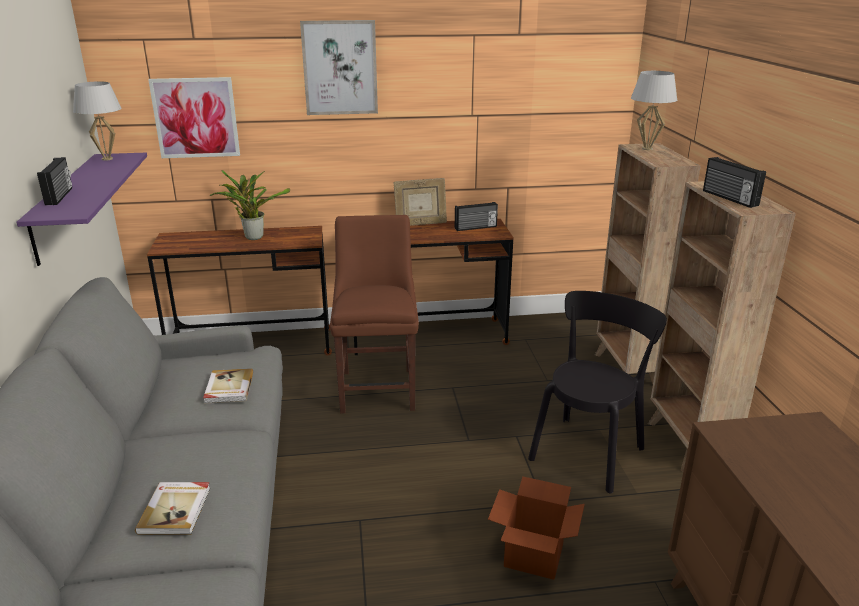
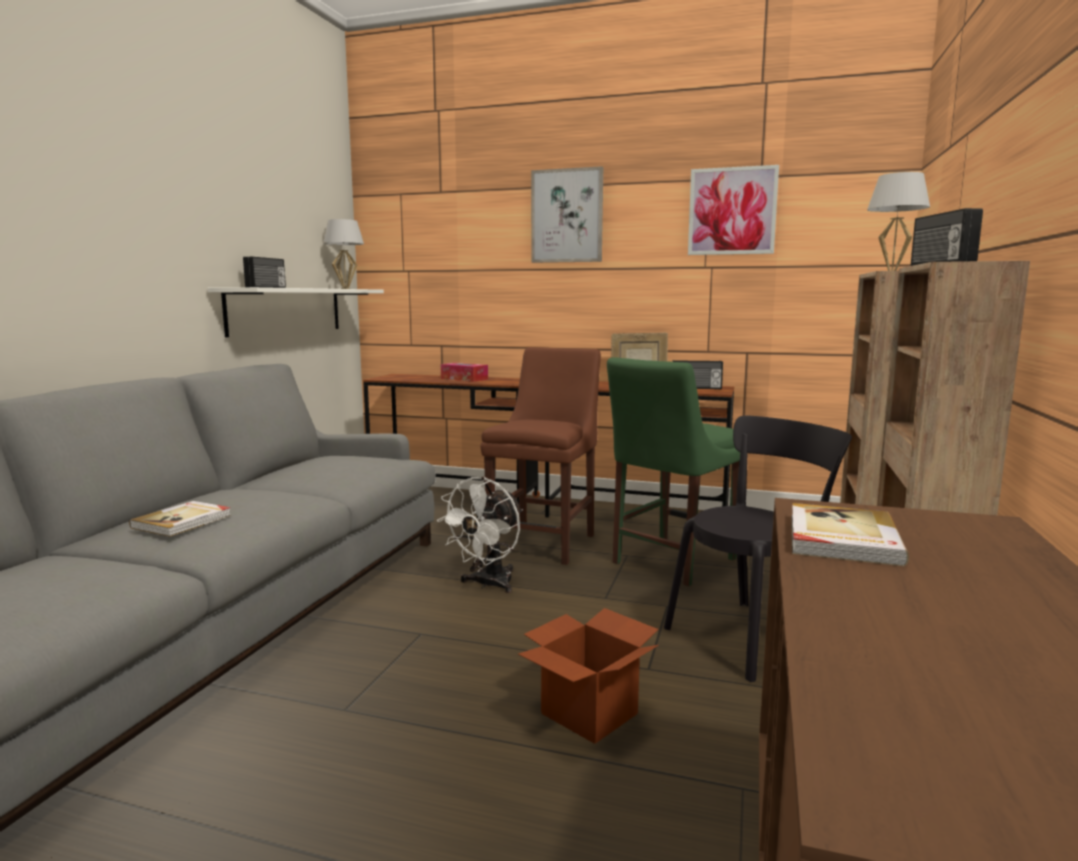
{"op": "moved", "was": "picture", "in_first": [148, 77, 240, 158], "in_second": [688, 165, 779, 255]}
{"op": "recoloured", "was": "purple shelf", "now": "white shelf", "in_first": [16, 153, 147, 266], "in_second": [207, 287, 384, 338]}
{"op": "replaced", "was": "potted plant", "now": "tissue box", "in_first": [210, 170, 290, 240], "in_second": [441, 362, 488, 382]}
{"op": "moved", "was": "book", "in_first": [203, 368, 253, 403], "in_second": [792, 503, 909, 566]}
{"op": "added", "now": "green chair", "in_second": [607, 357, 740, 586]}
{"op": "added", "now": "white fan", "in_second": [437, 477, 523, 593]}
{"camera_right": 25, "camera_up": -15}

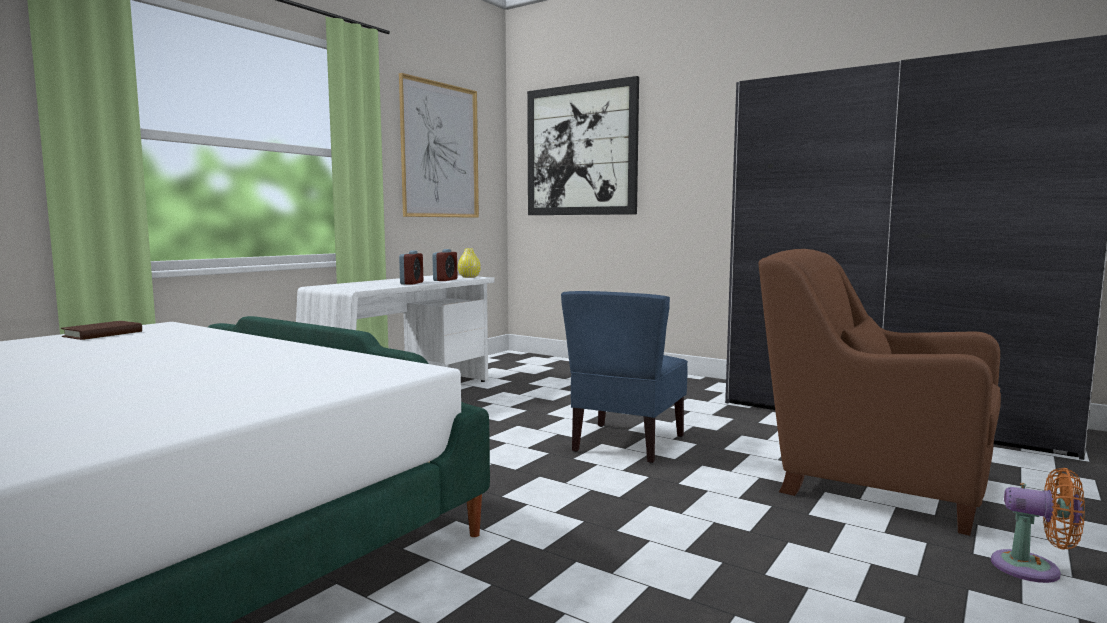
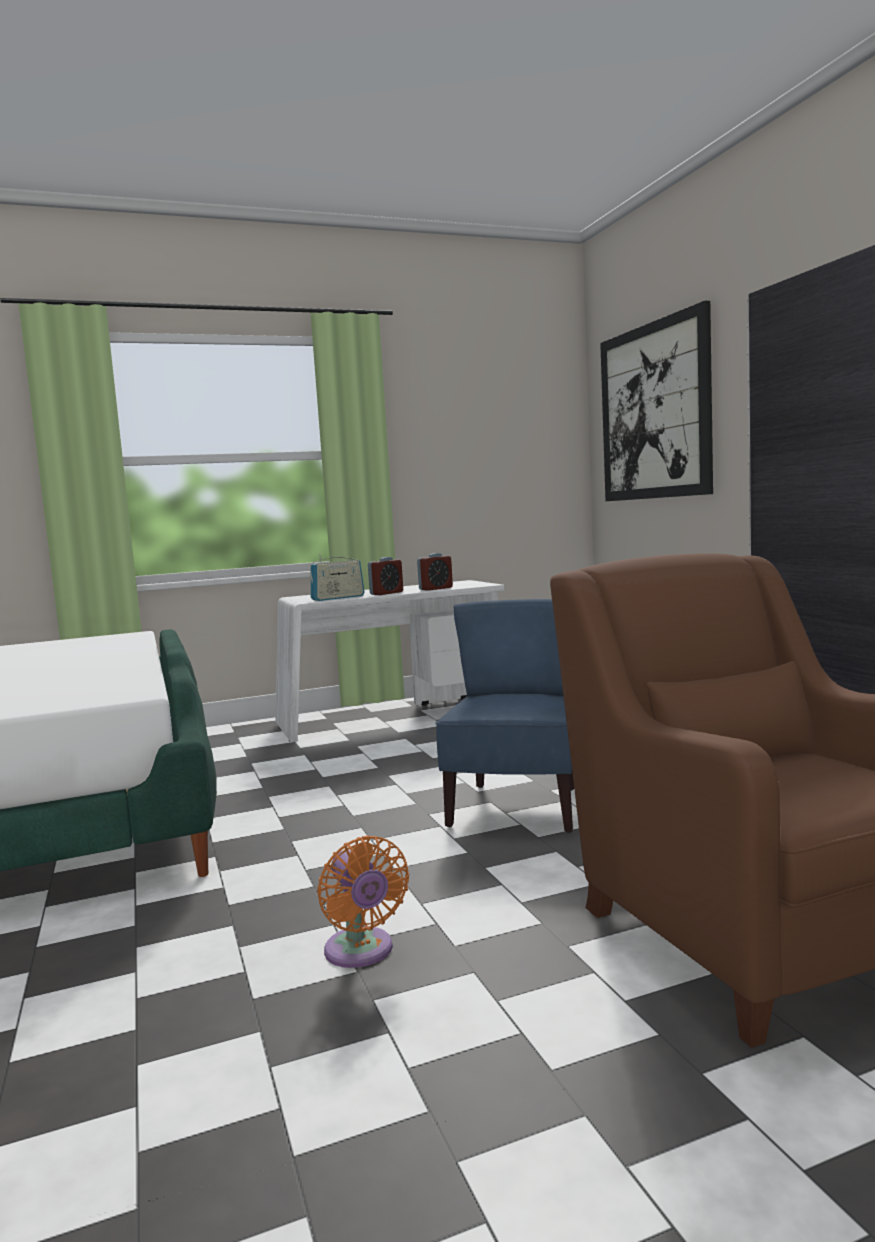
{"op": "removed", "was": "picture", "in_first": [399, 73, 479, 218]}
{"op": "removed", "was": "yellow vase", "in_first": [458, 248, 481, 278]}
{"op": "turned", "was": "blue chair", "in_first": [561, 291, 688, 463], "in_second": [435, 599, 574, 833], "clockwise": 135}
{"op": "removed", "was": "brown book", "in_first": [61, 321, 142, 340]}
{"op": "moved", "was": "orange fan", "in_first": [991, 468, 1085, 583], "in_second": [317, 835, 409, 968]}
{"op": "added", "now": "radio", "in_second": [310, 554, 365, 601]}
{"camera_right": 35, "camera_up": 0}

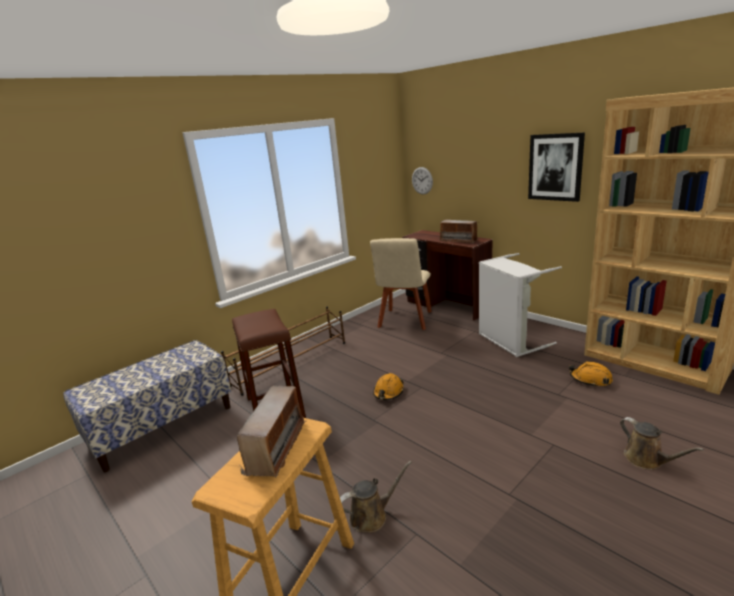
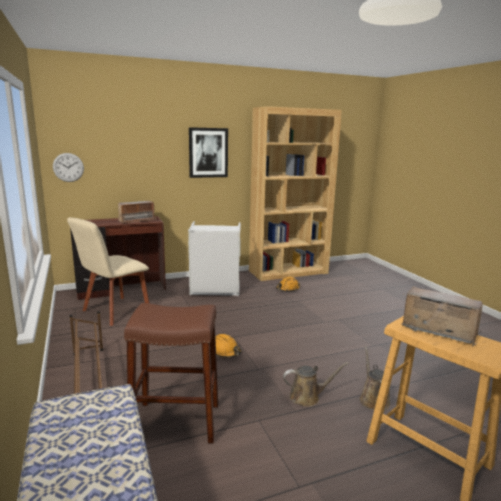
{"op": "turned", "was": "beige chair", "in_first": [370, 238, 432, 330], "in_second": [67, 217, 149, 326], "clockwise": 90}
{"op": "moved", "was": "brown watering can", "in_first": [620, 417, 704, 470], "in_second": [283, 362, 349, 407]}
{"camera_right": -70, "camera_up": -5}

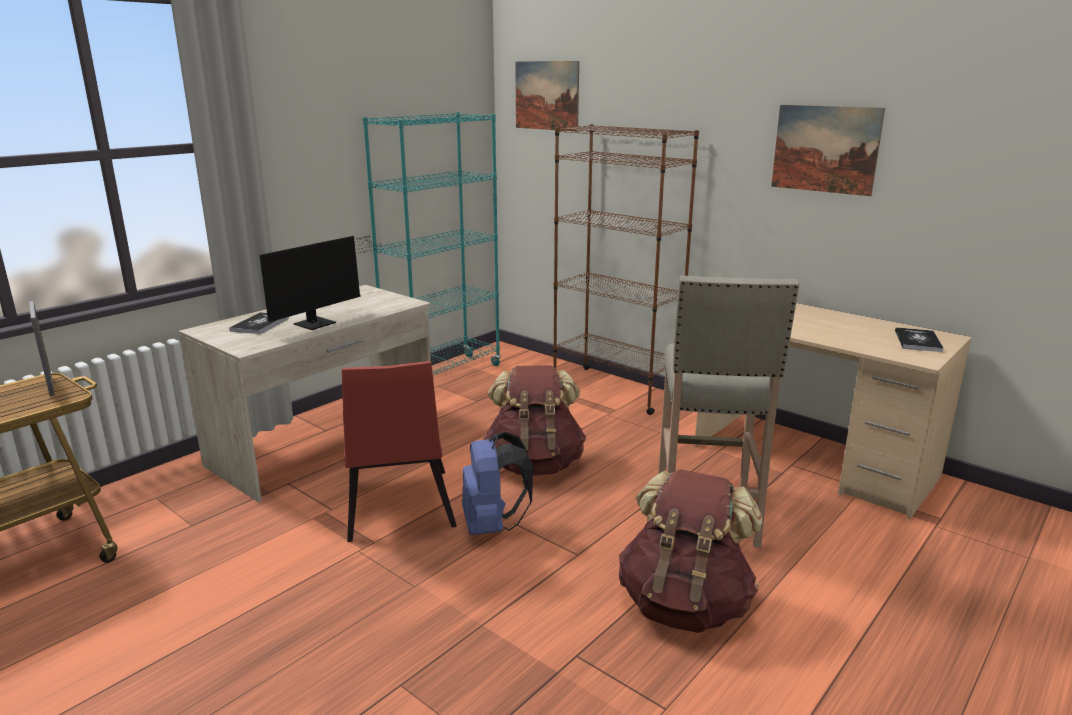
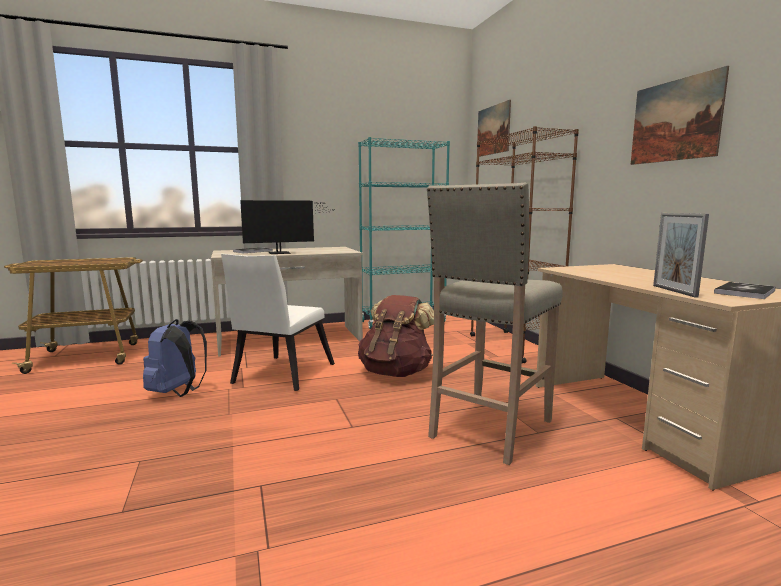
{"op": "moved", "was": "picture frame", "in_first": [29, 301, 54, 396], "in_second": [653, 213, 709, 298]}
{"op": "recoloured", "was": "red chair", "now": "white chair", "in_first": [342, 361, 457, 542], "in_second": [221, 254, 335, 391]}
{"op": "moved", "was": "blue backpack", "in_first": [462, 432, 533, 535], "in_second": [143, 319, 207, 397]}
{"op": "removed", "was": "brown backpack", "in_first": [619, 469, 762, 633]}
{"camera_right": 30, "camera_up": -10}

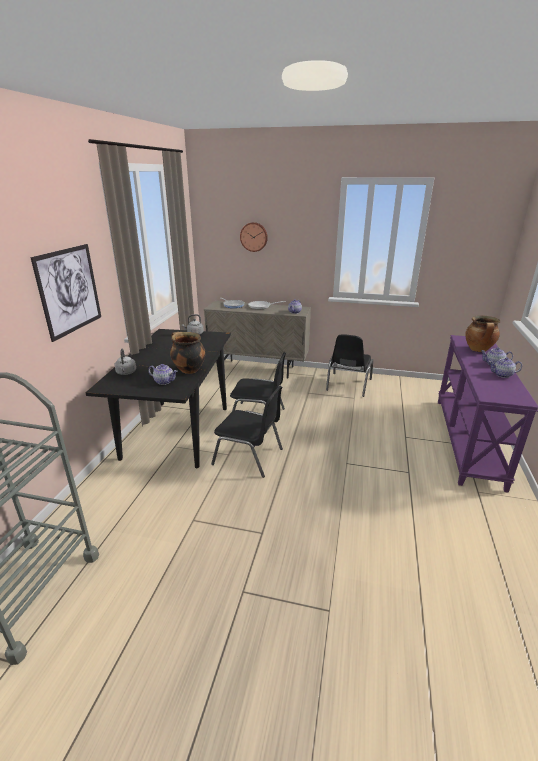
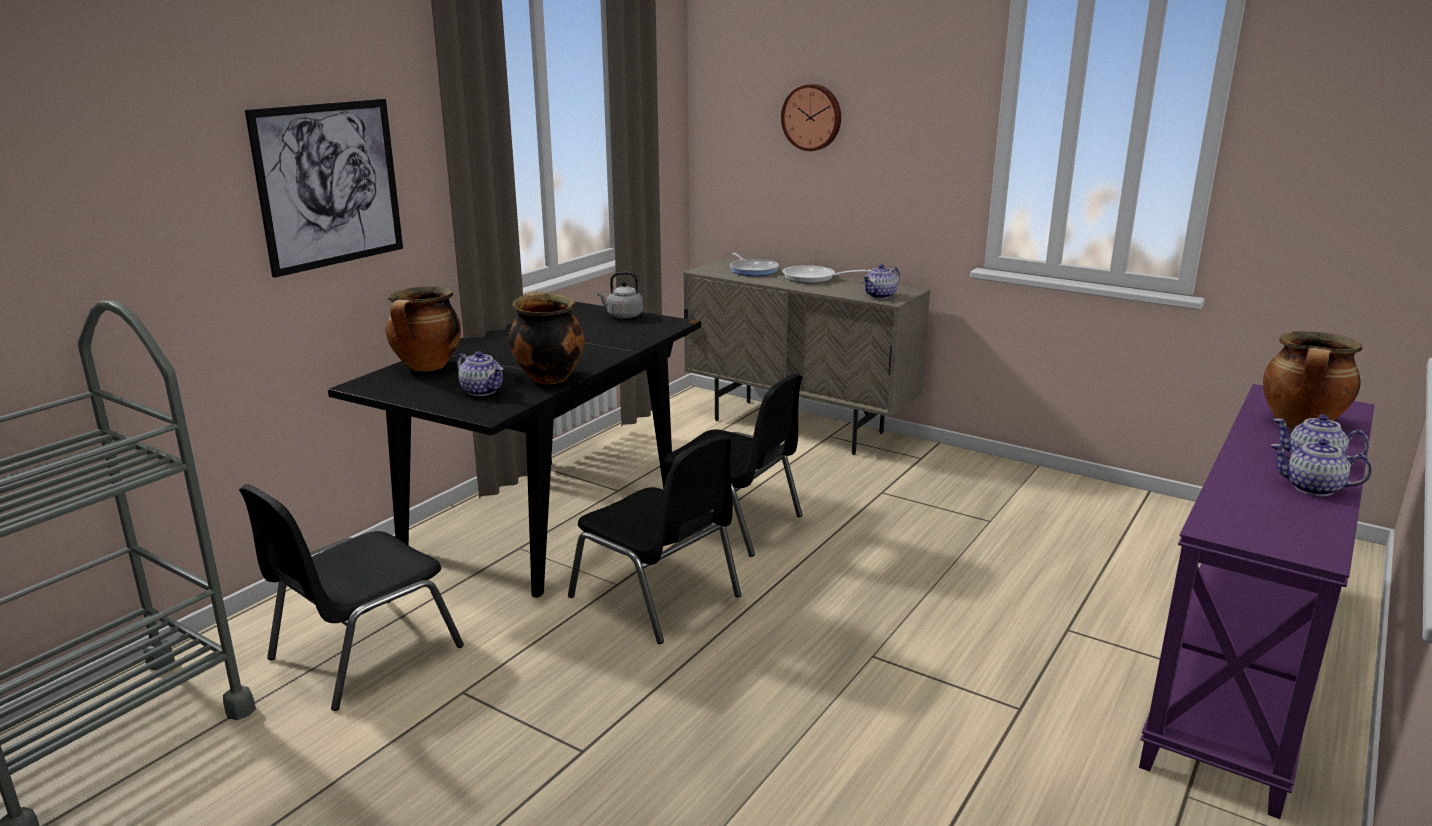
{"op": "moved", "was": "black chair", "in_first": [326, 334, 373, 397], "in_second": [239, 484, 464, 711]}
{"op": "replaced", "was": "grey kettle", "now": "cooking pot", "in_first": [114, 348, 136, 375], "in_second": [385, 286, 461, 372]}
{"camera_right": 20, "camera_up": -5}

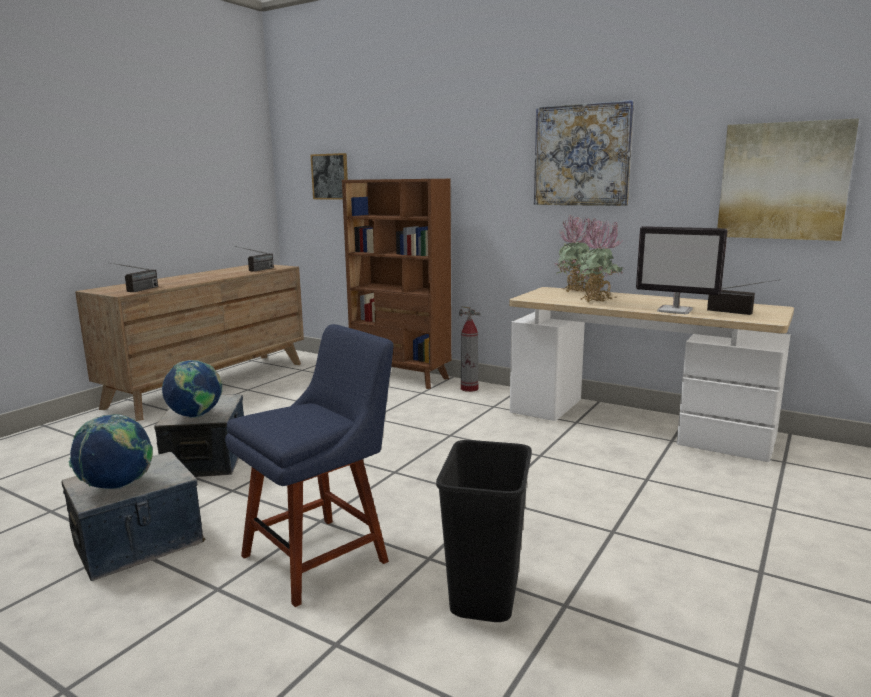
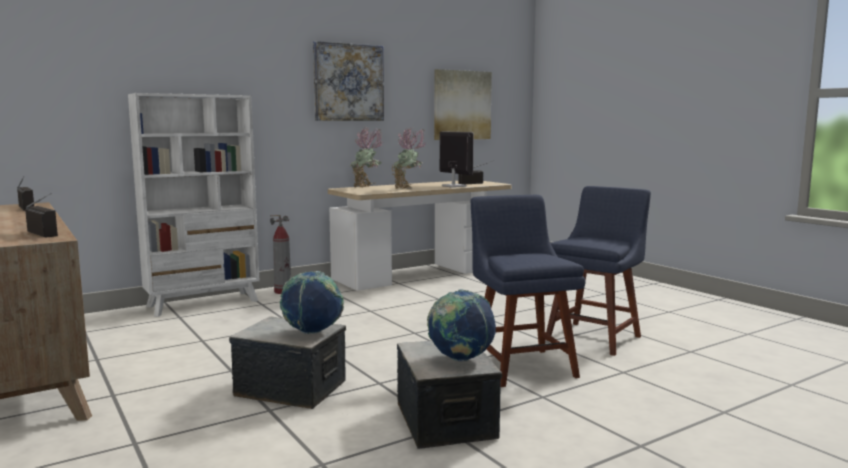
{"op": "removed", "was": "picture", "in_first": [311, 153, 348, 200]}
{"op": "recoloured", "was": "brown bookcase", "now": "white bookcase", "in_first": [342, 179, 451, 389], "in_second": [128, 93, 260, 317]}
{"op": "turned", "was": "monitor", "in_first": [636, 226, 728, 314], "in_second": [440, 131, 474, 188], "clockwise": -90}
{"op": "replaced", "was": "black trash can", "now": "blue chair", "in_first": [436, 440, 532, 622], "in_second": [545, 186, 651, 356]}
{"camera_right": -65, "camera_up": -5}

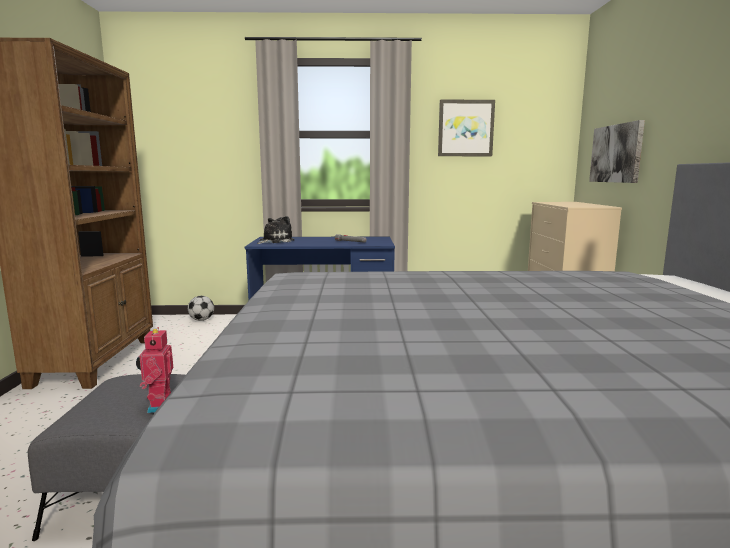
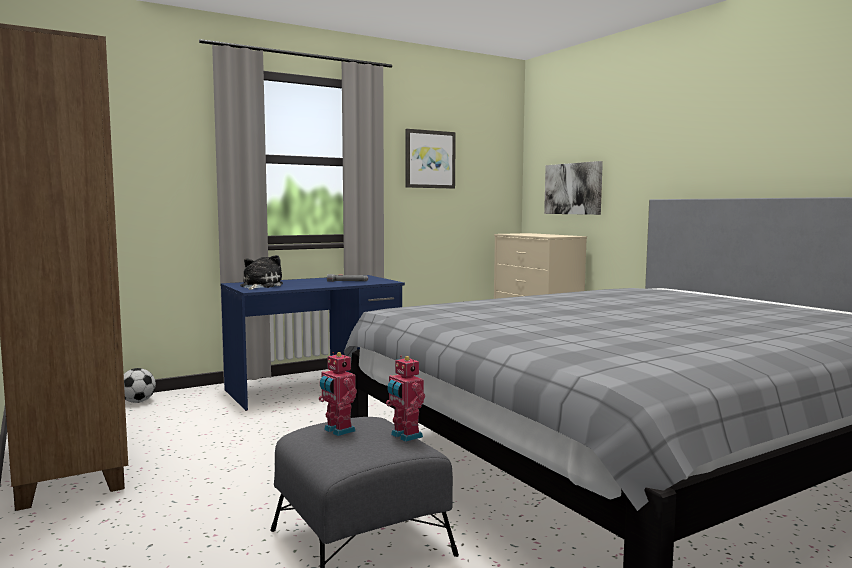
{"op": "added", "now": "toy robot", "in_second": [319, 352, 357, 436]}
{"camera_right": -30, "camera_up": -5}

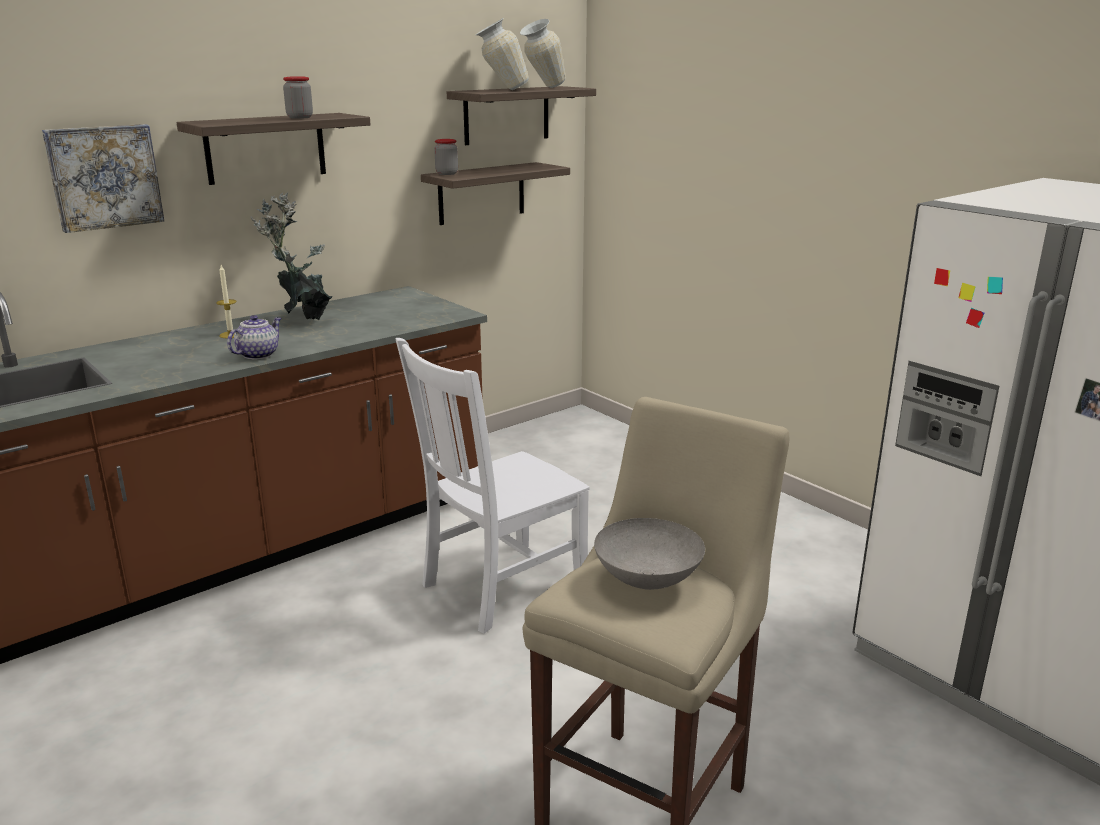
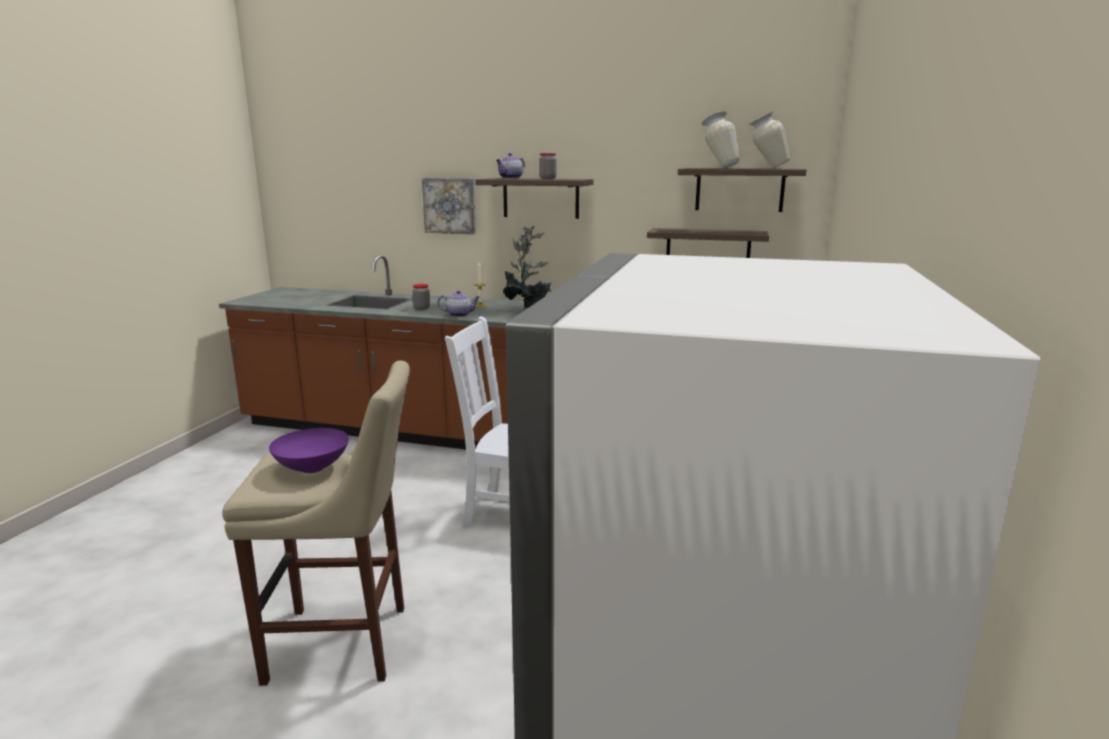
{"op": "moved", "was": "jar", "in_first": [434, 139, 458, 175], "in_second": [412, 284, 430, 310]}
{"op": "recoloured", "was": "grey bowl", "now": "purple bowl", "in_first": [594, 518, 705, 590], "in_second": [269, 428, 349, 473]}
{"op": "added", "now": "teapot", "in_second": [496, 153, 525, 179]}
{"camera_right": 55, "camera_up": -5}

